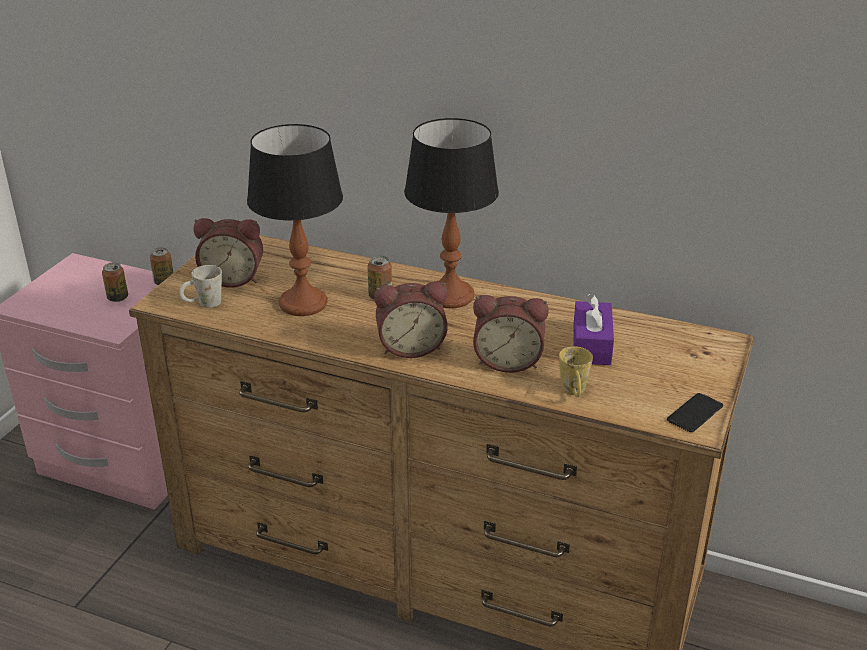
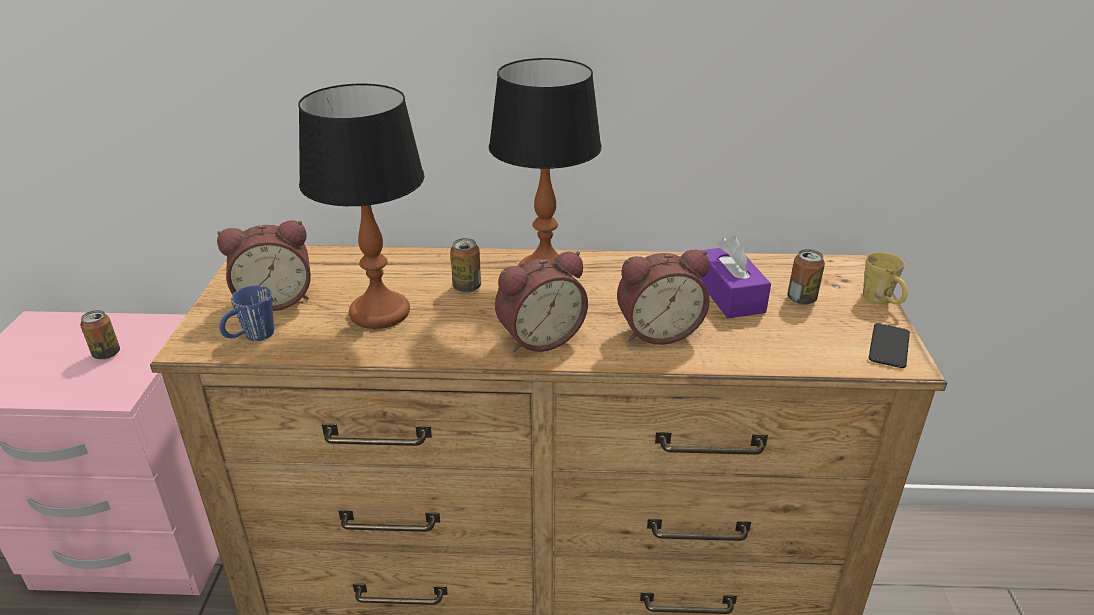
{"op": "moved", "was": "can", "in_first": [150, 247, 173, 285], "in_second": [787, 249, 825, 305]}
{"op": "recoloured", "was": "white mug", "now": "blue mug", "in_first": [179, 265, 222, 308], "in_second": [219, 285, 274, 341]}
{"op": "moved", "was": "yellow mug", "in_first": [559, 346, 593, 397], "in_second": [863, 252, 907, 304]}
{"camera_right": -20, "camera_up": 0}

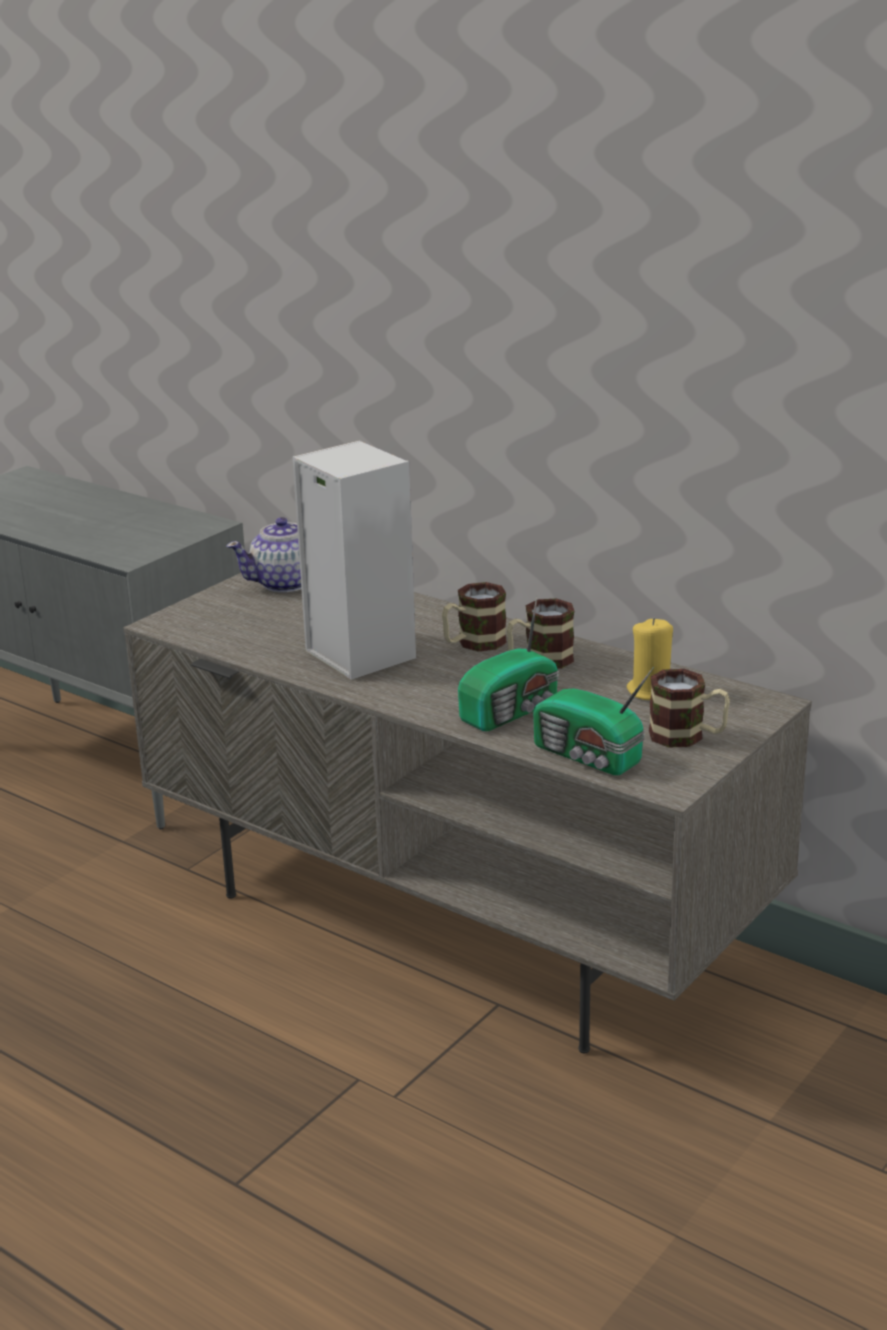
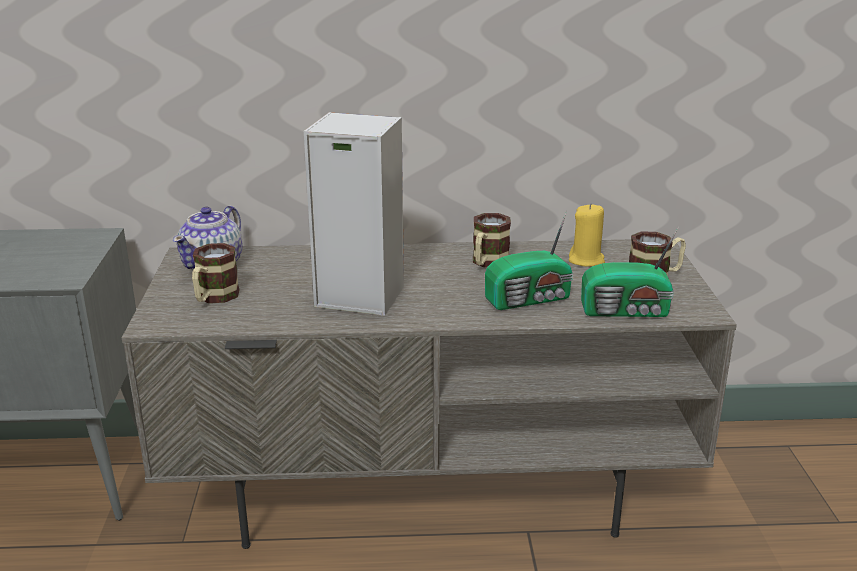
{"op": "moved", "was": "mug", "in_first": [442, 582, 507, 651], "in_second": [192, 243, 239, 303]}
{"op": "turned", "was": "radio", "in_first": [458, 596, 559, 731], "in_second": [485, 211, 573, 310], "clockwise": 60}
{"camera_right": -40, "camera_up": 0}

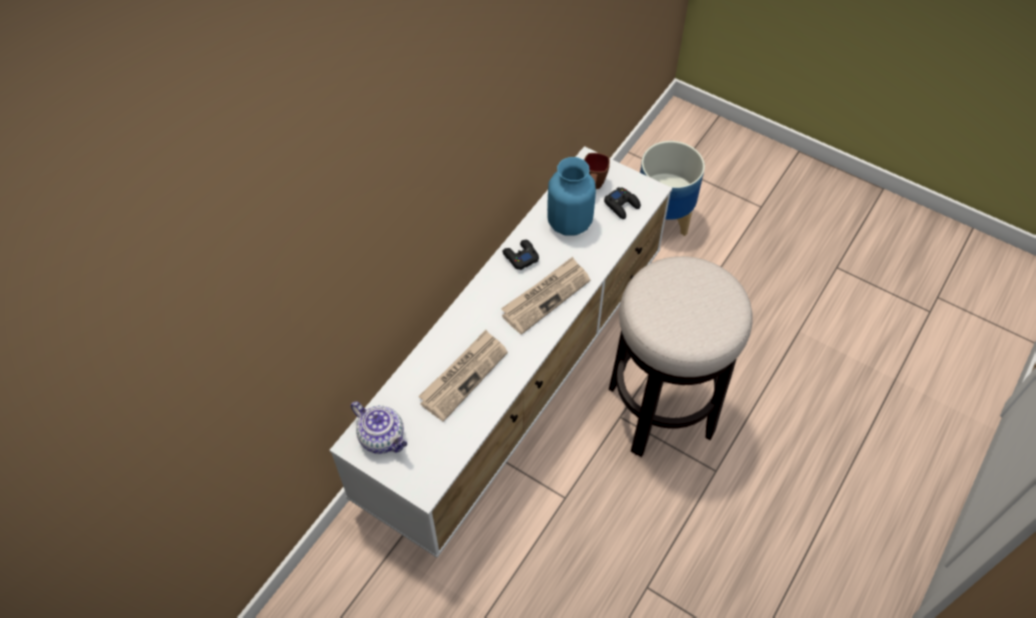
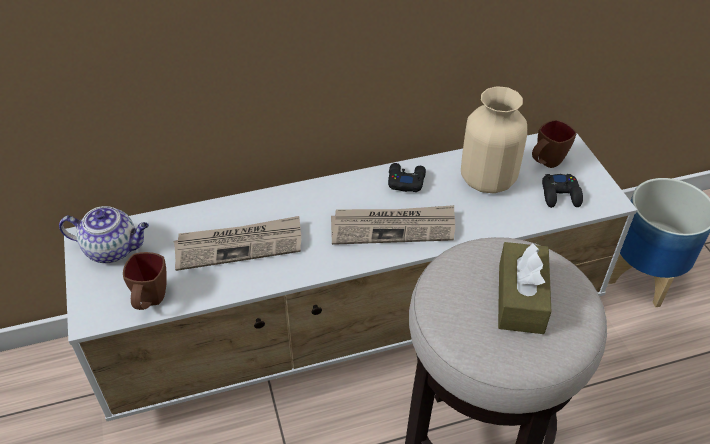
{"op": "recoloured", "was": "blue vase", "now": "beige vase", "in_first": [547, 157, 596, 236], "in_second": [461, 86, 527, 193]}
{"op": "turned", "was": "teapot", "in_first": [351, 401, 408, 454], "in_second": [59, 206, 149, 263], "clockwise": -75}
{"op": "added", "now": "brown tissue box", "in_second": [498, 242, 551, 334]}
{"op": "added", "now": "brown mug", "in_second": [123, 252, 167, 310]}
{"camera_right": 40, "camera_up": -10}

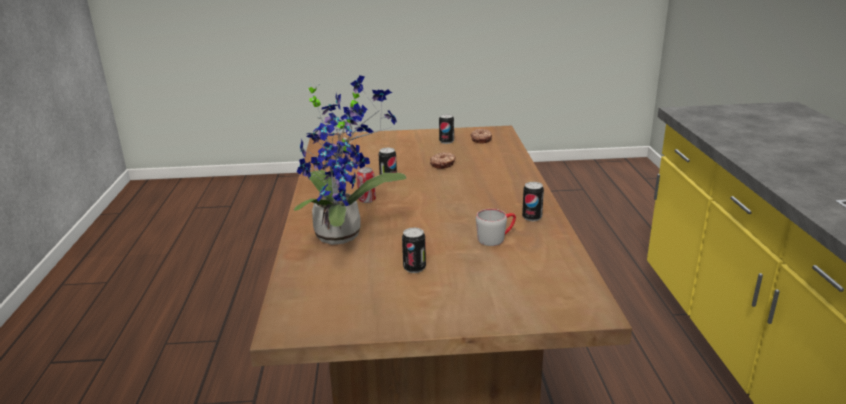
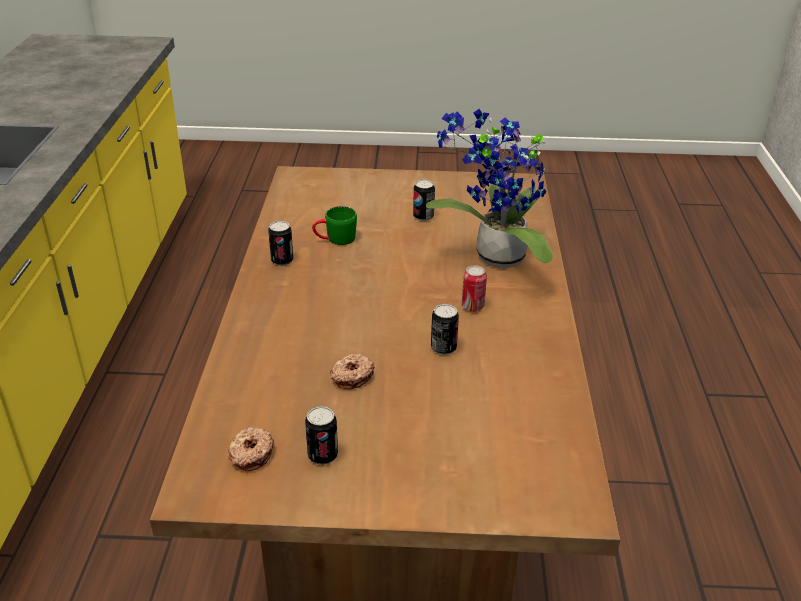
{"op": "recoloured", "was": "grey mug", "now": "green mug", "in_first": [476, 209, 516, 246], "in_second": [312, 206, 357, 245]}
{"camera_right": -175, "camera_up": 10}

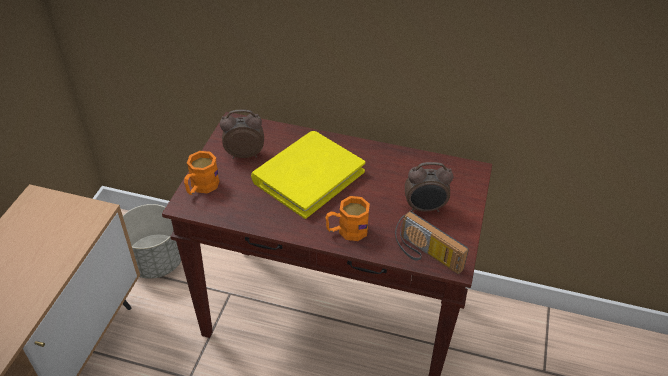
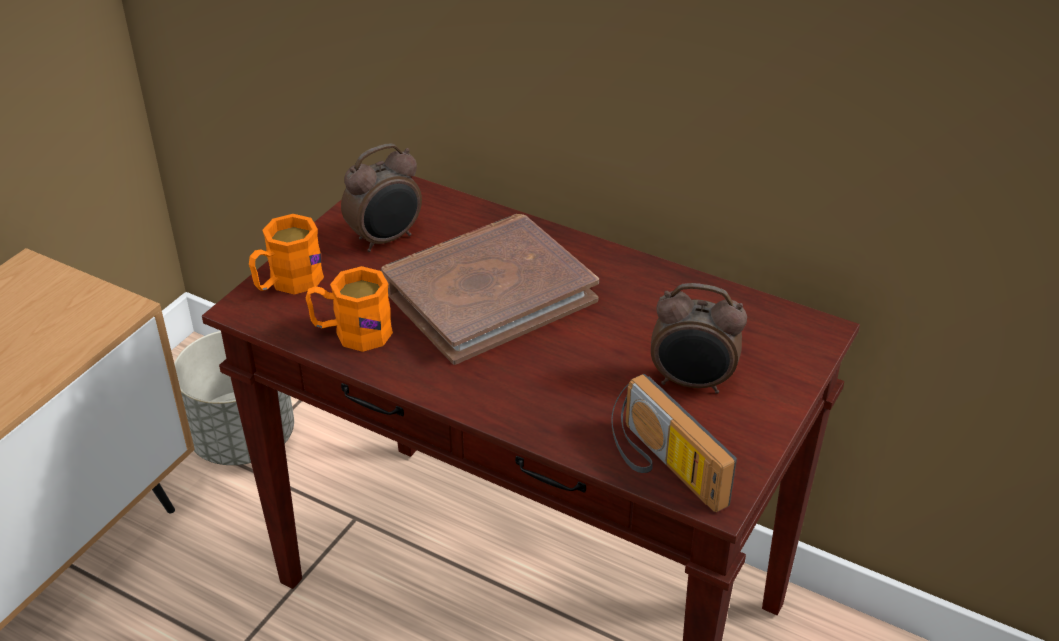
{"op": "turned", "was": "alarm clock", "in_first": [220, 110, 264, 159], "in_second": [341, 143, 422, 252], "clockwise": 135}
{"op": "recoloured", "was": "yellow book", "now": "brown book", "in_first": [251, 131, 365, 219], "in_second": [380, 214, 599, 365]}
{"op": "moved", "was": "orange mug", "in_first": [326, 196, 370, 241], "in_second": [306, 266, 393, 352]}
{"camera_right": 15, "camera_up": -5}

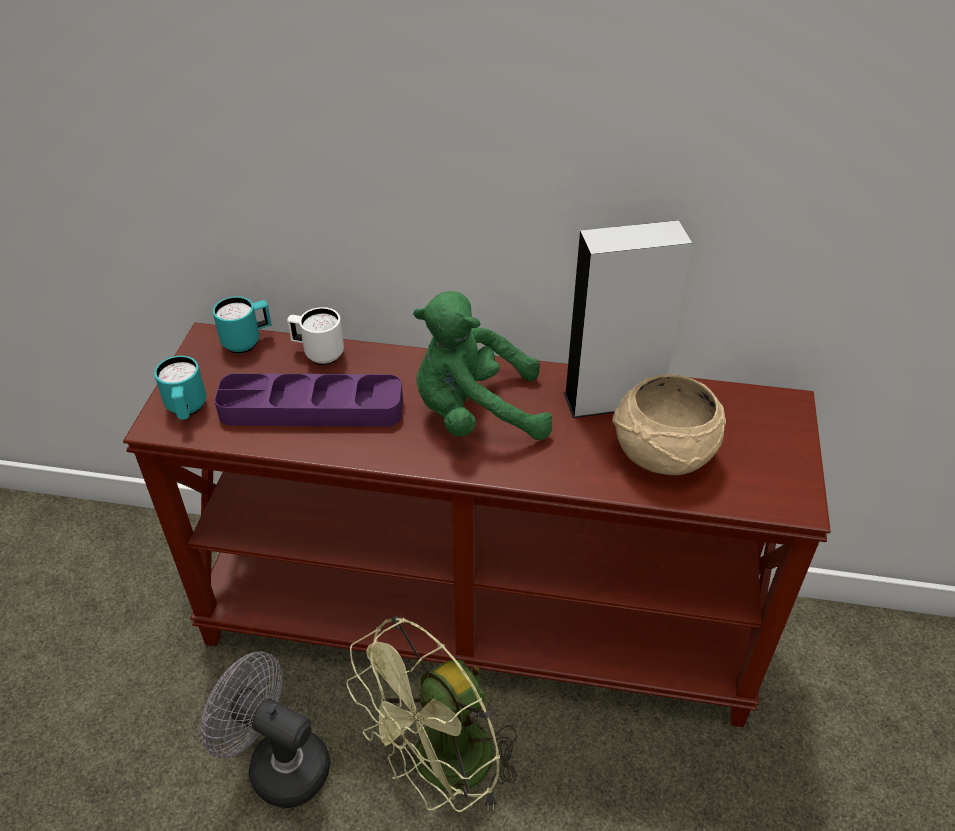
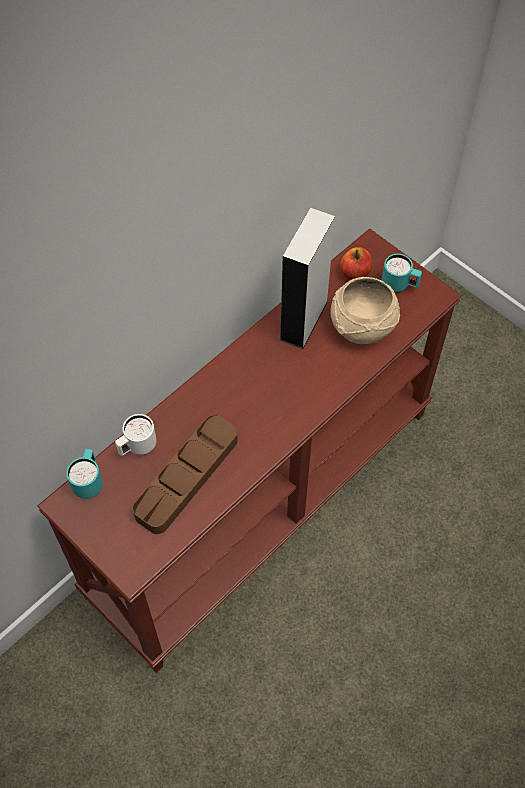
{"op": "removed", "was": "green plush toy", "in_first": [413, 291, 553, 440]}
{"op": "moved", "was": "turquoise mug", "in_first": [154, 356, 206, 419], "in_second": [382, 254, 422, 293]}
{"op": "recoloured", "was": "purple tray", "now": "brown tray", "in_first": [214, 373, 403, 427], "in_second": [132, 415, 238, 534]}
{"op": "removed", "was": "green fan", "in_first": [346, 616, 517, 812]}
{"op": "removed", "was": "grey fan", "in_first": [201, 651, 330, 808]}
{"op": "added", "now": "apple", "in_second": [340, 247, 372, 280]}
{"camera_right": -55, "camera_up": 15}

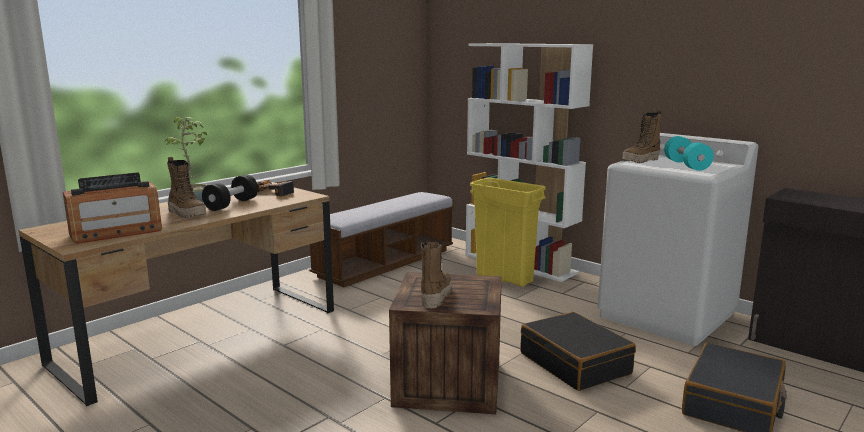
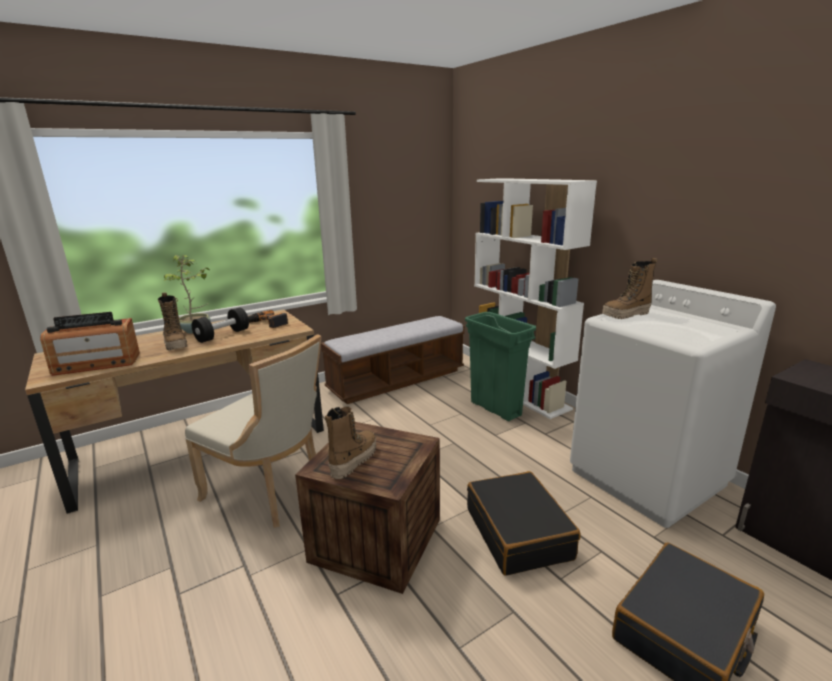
{"op": "removed", "was": "turquoise dumbbell", "in_first": [664, 136, 714, 171]}
{"op": "recoloured", "was": "yellow trash can", "now": "green trash can", "in_first": [470, 178, 546, 287], "in_second": [465, 312, 536, 421]}
{"op": "added", "now": "beige chair", "in_second": [185, 334, 322, 528]}
{"camera_right": 15, "camera_up": 5}

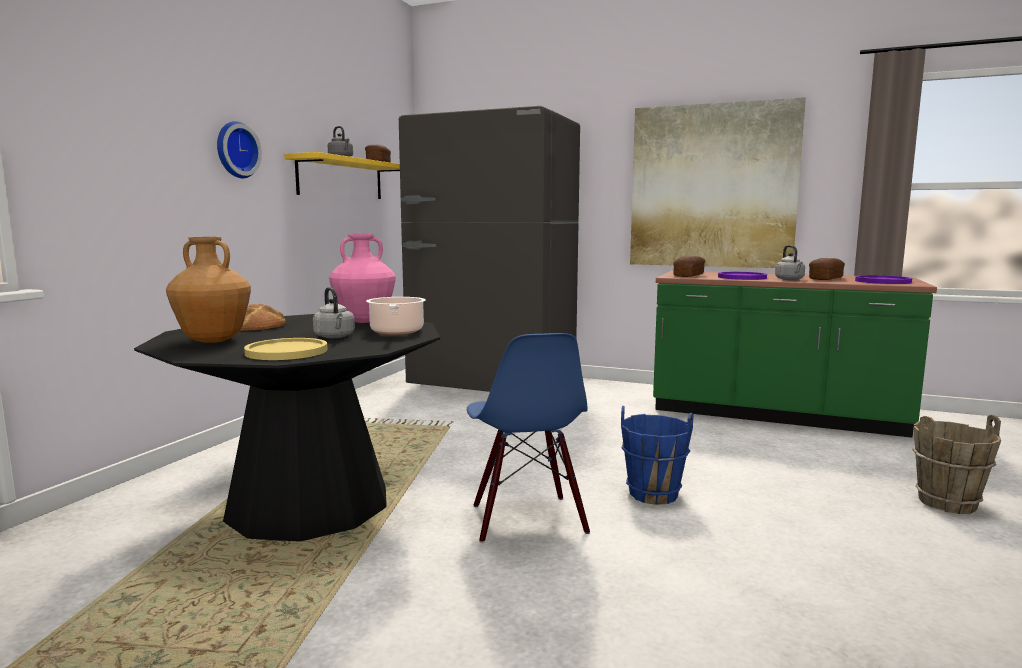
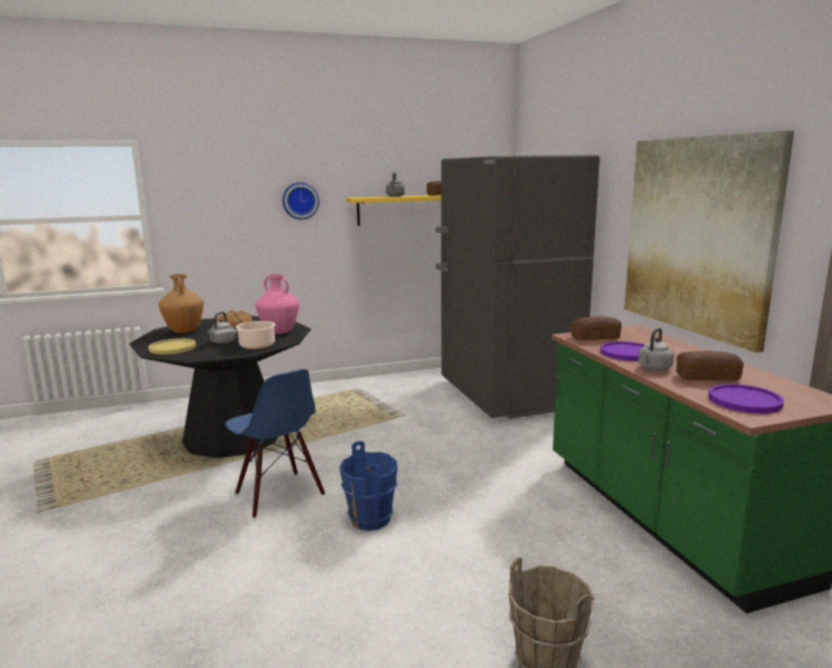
{"op": "turned", "was": "blue chair", "in_first": [467, 333, 590, 543], "in_second": [225, 369, 325, 518], "clockwise": -75}
{"camera_right": 50, "camera_up": 5}

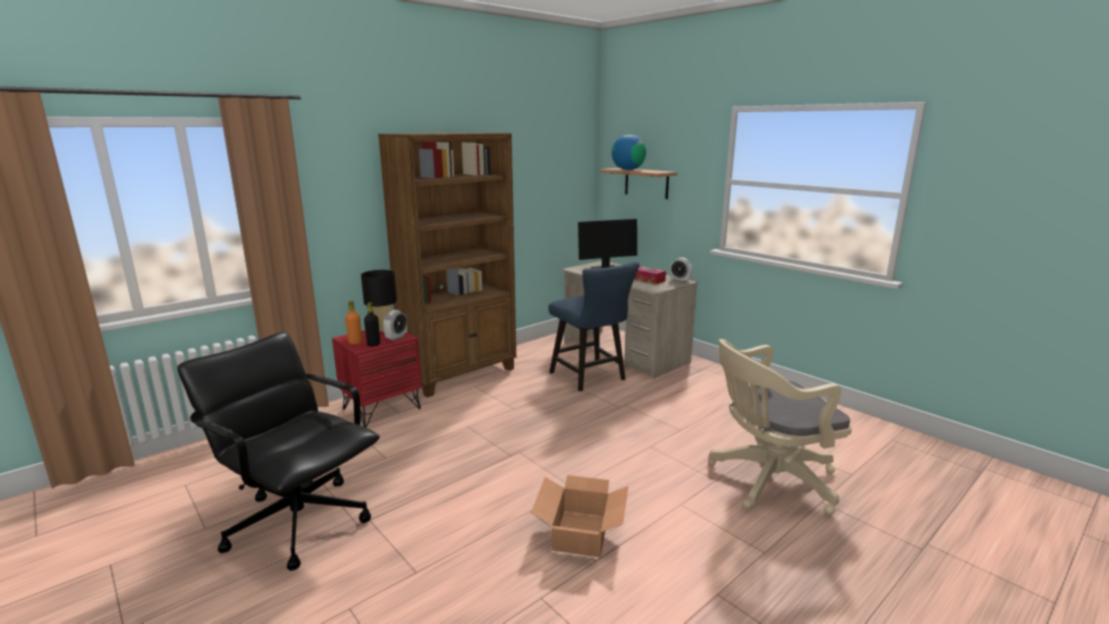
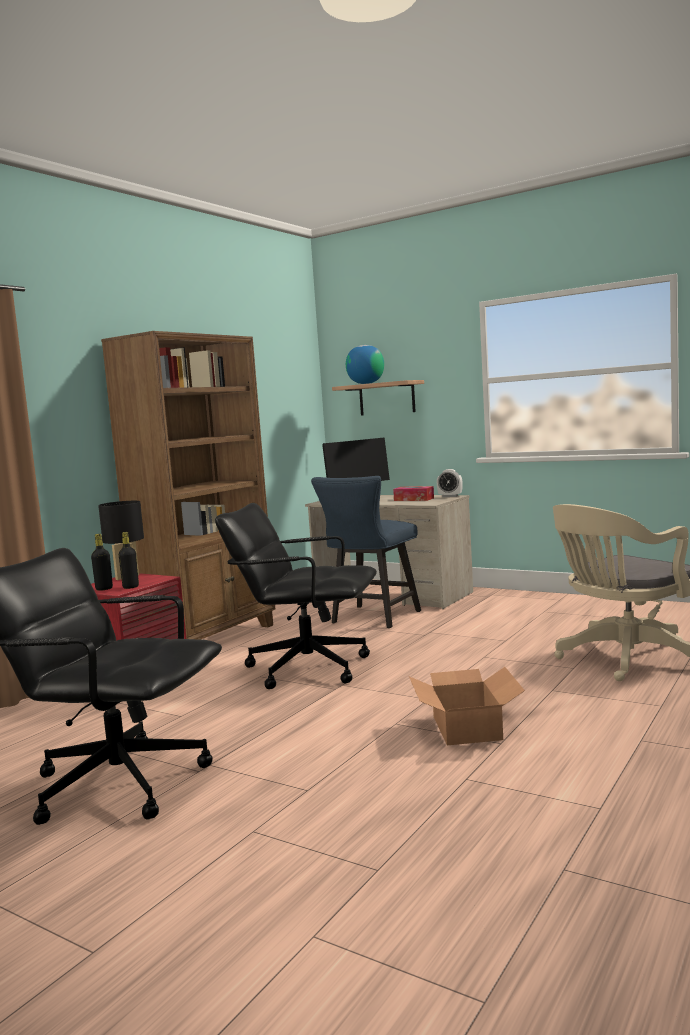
{"op": "turned", "was": "blue chair", "in_first": [549, 262, 639, 392], "in_second": [311, 476, 421, 628], "clockwise": 75}
{"op": "recoloured", "was": "orange bottle", "now": "black bottle", "in_first": [345, 301, 362, 345], "in_second": [91, 534, 113, 591]}
{"op": "removed", "was": "alarm clock", "in_first": [383, 310, 407, 341]}
{"op": "added", "now": "black office chair", "in_second": [215, 503, 377, 689]}
{"camera_right": -15, "camera_up": -10}

